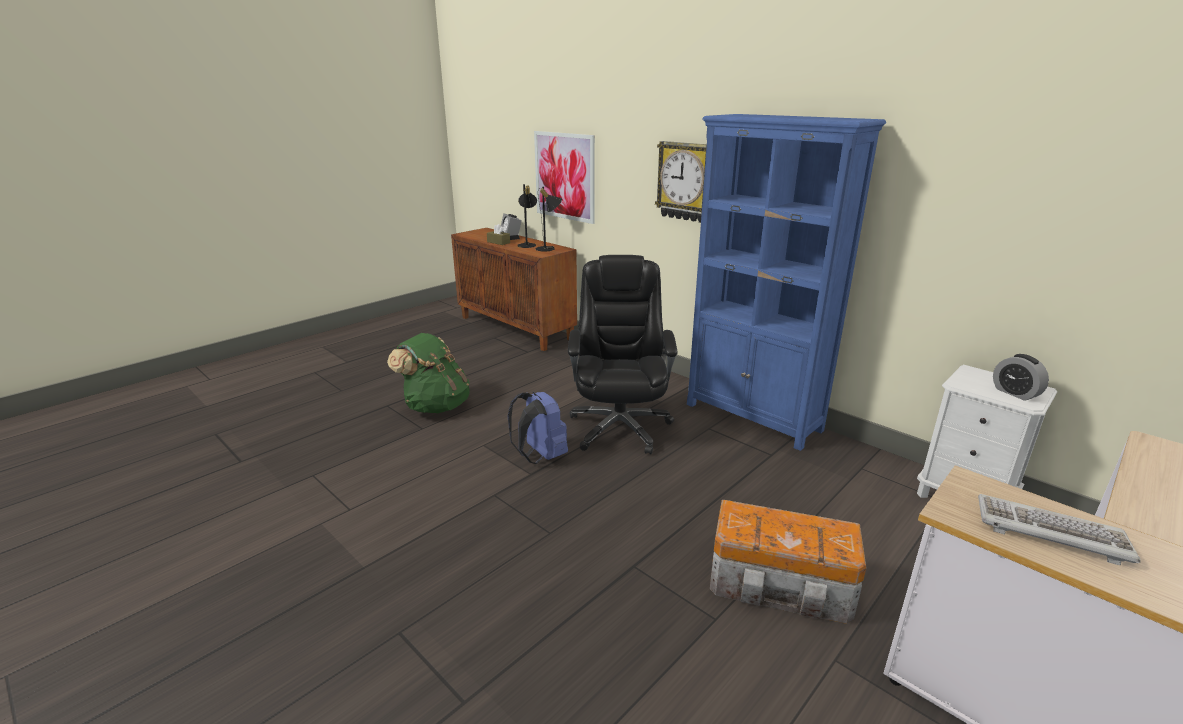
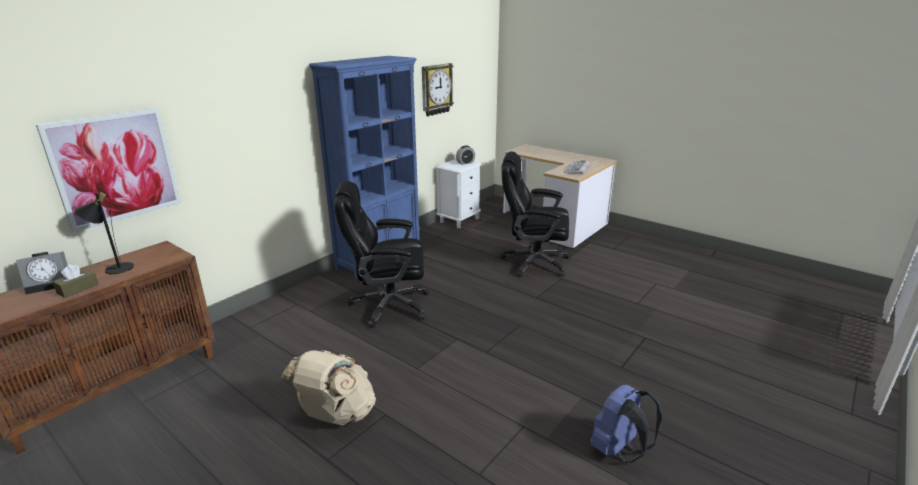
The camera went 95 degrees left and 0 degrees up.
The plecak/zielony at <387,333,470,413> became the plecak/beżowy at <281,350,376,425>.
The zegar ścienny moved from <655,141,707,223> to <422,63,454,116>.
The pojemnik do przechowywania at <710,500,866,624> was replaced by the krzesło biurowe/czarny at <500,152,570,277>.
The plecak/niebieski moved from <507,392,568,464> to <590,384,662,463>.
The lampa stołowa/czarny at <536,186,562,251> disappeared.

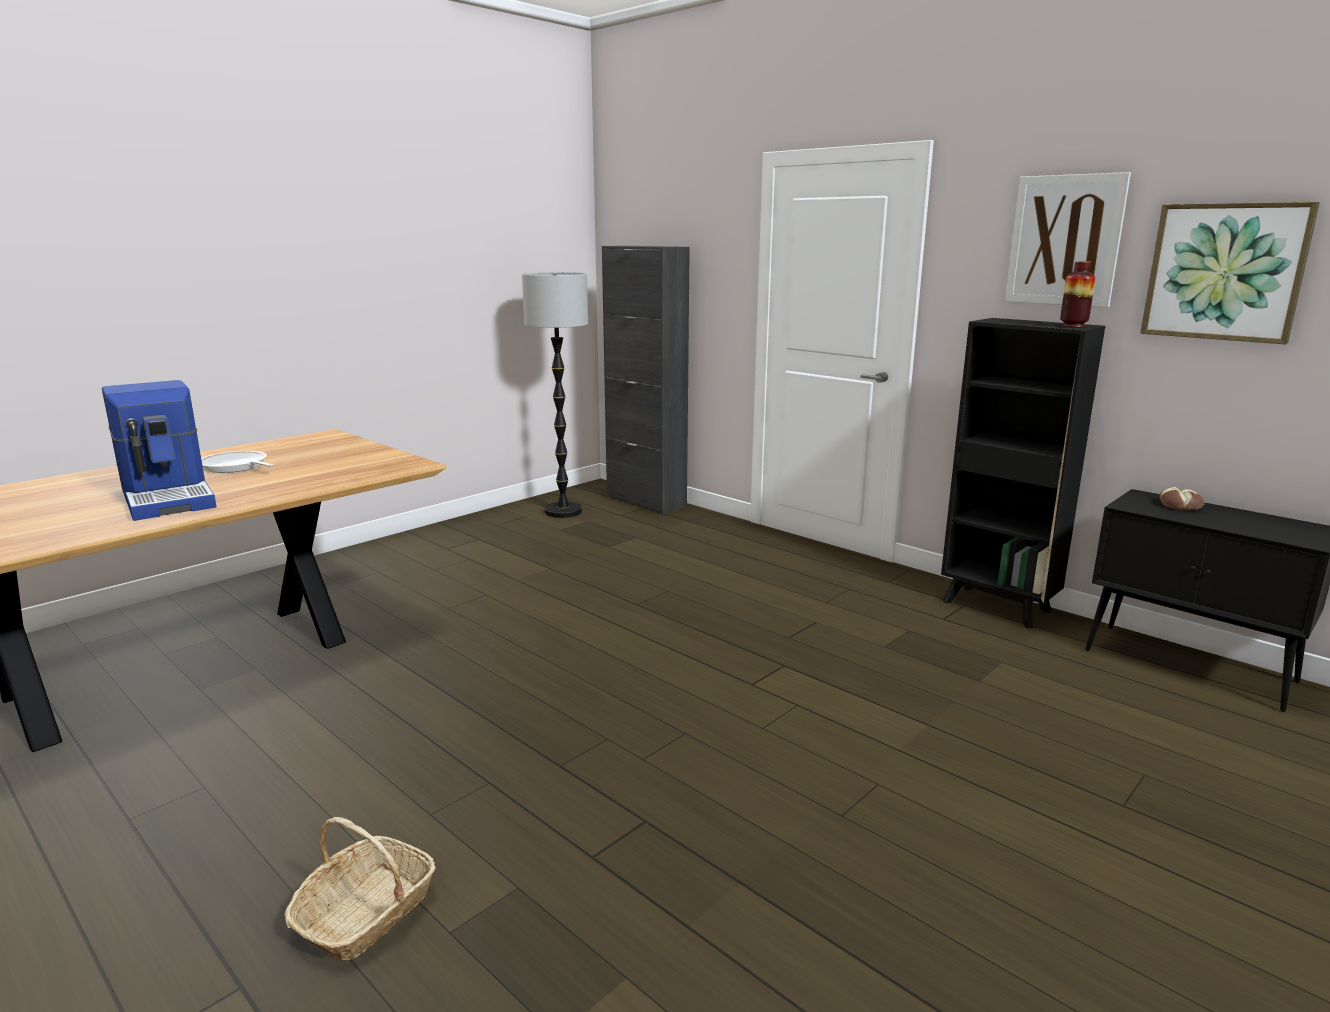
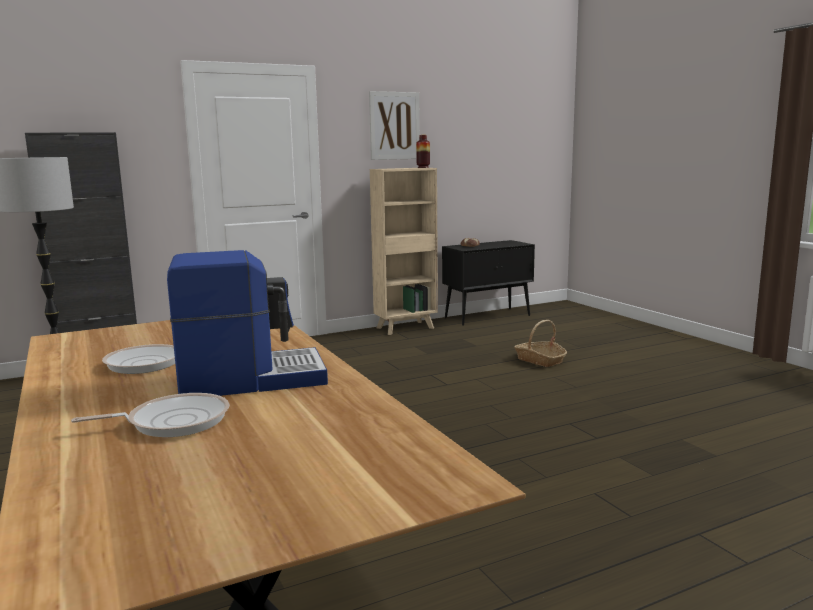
The camera went 70 degrees left and 5 degrees down.
The patelnia at <71,393,229,437> appeared.
The regał/czarny at <941,318,1105,628> became the regał/beżowy at <370,168,438,335>.
The koszyk moved from <285,817,436,960> to <514,320,567,367>.
The obraz at <1140,202,1320,344> disappeared.

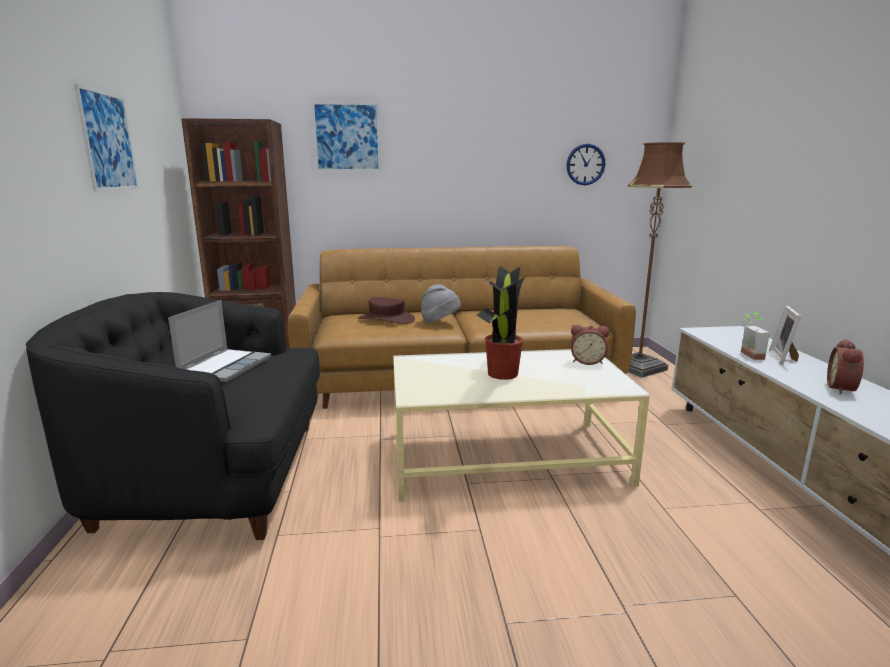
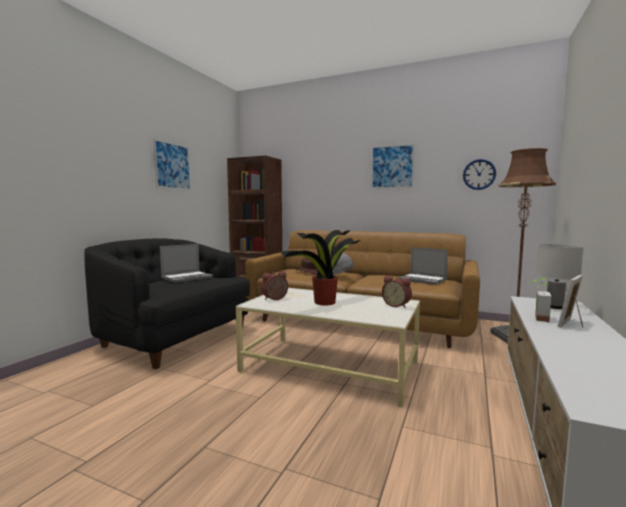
The camera went 30 degrees right and 10 degrees down.
The budzik moved from <827,339,864,394> to <261,271,288,300>.
The obraz moved from <312,102,381,171> to <371,143,415,189>.
The laptop at <398,247,448,285> appeared.
The lampa stołowa/biały at <535,244,584,309> appeared.

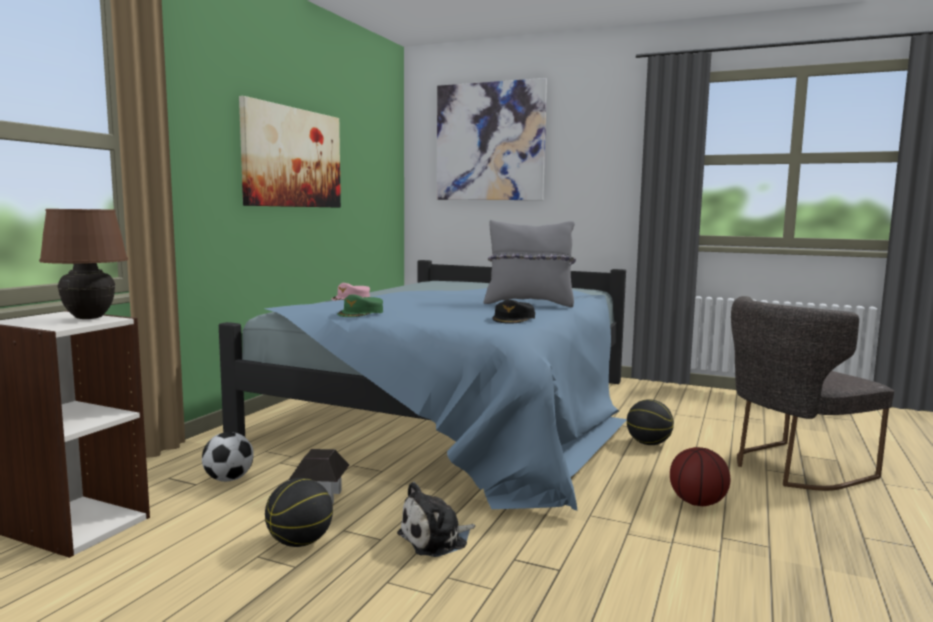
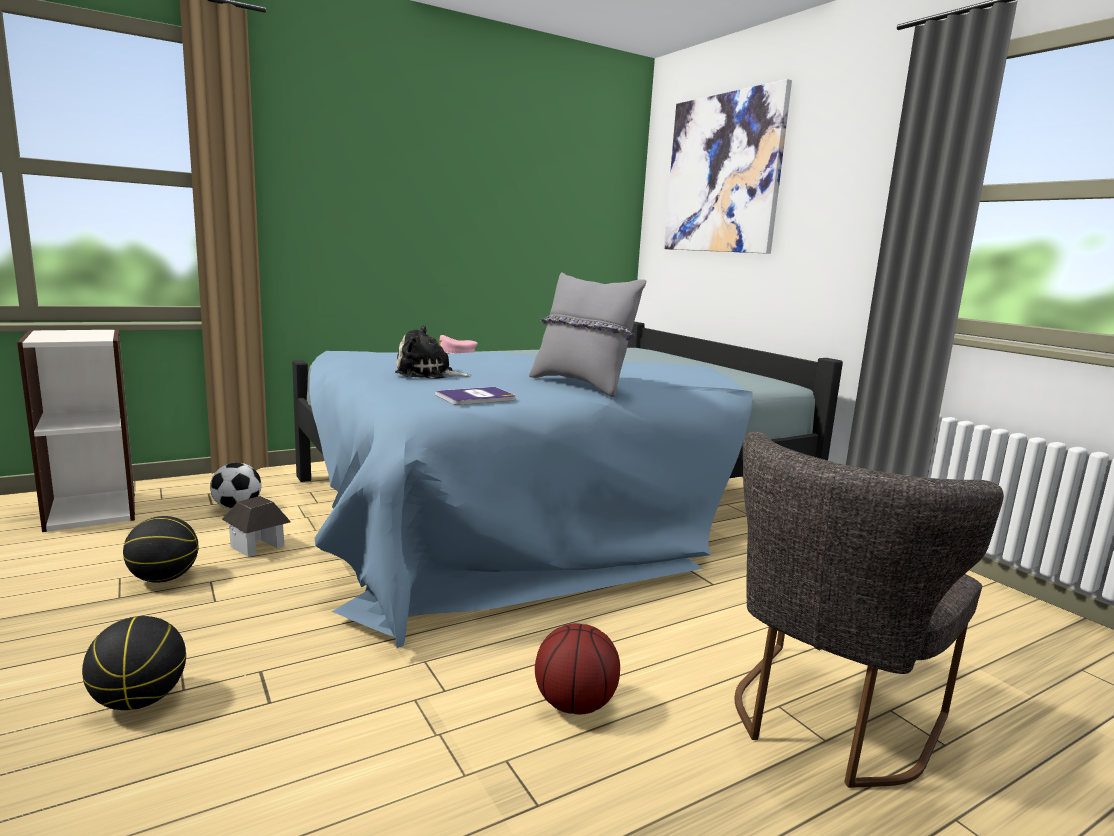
The camera went 35 degrees right and 5 degrees up.
The piłka do koszykówki moved from <627,399,674,445> to <82,616,186,710>.
The pluszak moved from <397,482,475,557> to <395,325,472,379>.
The czapka z daszkiem/czarny at <492,300,535,324> was replaced by the książka at <435,387,516,405>.
The krzesło/szary at <731,296,894,491> turned 60 degrees counterclockwise.
The lampa stołowa/brązowy at <39,209,128,319> disappeared.
The obraz at <239,96,341,208> disappeared.
The czapka z daszkiem/zielony at <337,294,383,317> disappeared.

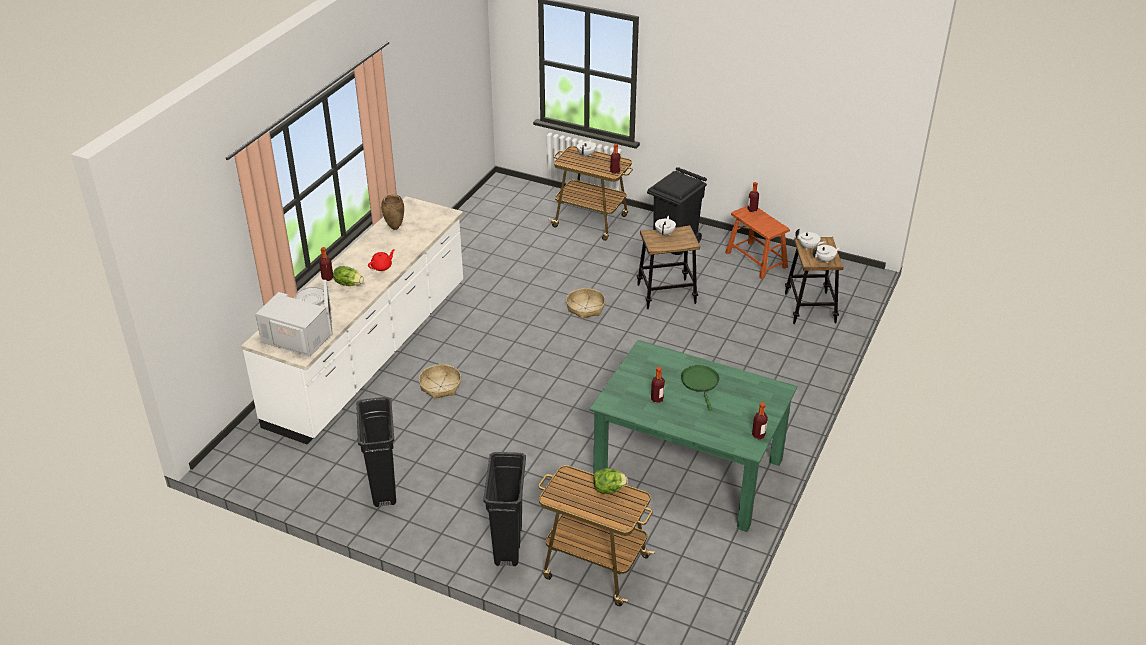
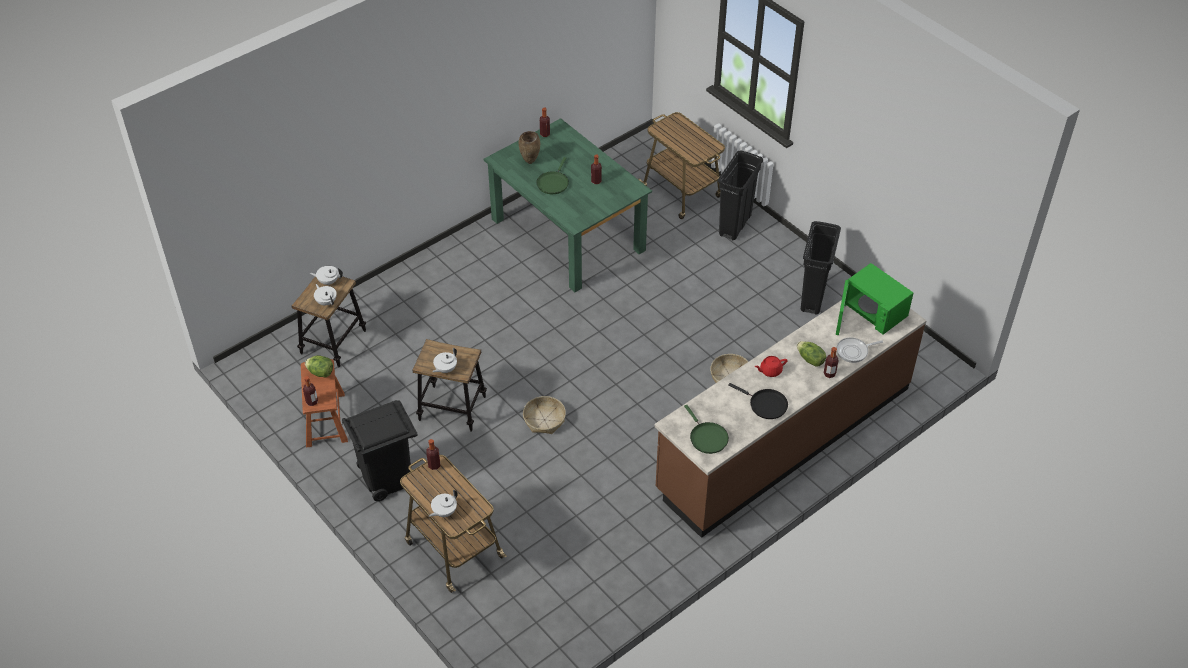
The camera went 155 degrees left and 10 degrees up.
The sałata moved from <594,468,628,494> to <305,355,333,378>.
The wazon/brązowy moved from <381,195,404,230> to <519,131,541,164>.
The zabudowa kuchenna/biały at <241,196,463,445> became the zabudowa kuchenna/brązowy at <654,300,927,538>.
The patelnia/zielony at <684,405,729,454> appeared.
The patelnia/czarny at <728,383,788,419> appeared.
The mikrofalówka/biały at <255,280,332,357> became the mikrofalówka/zielony at <836,263,913,335>.

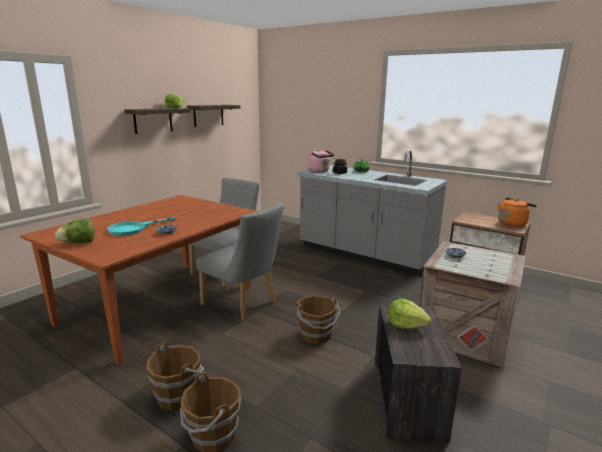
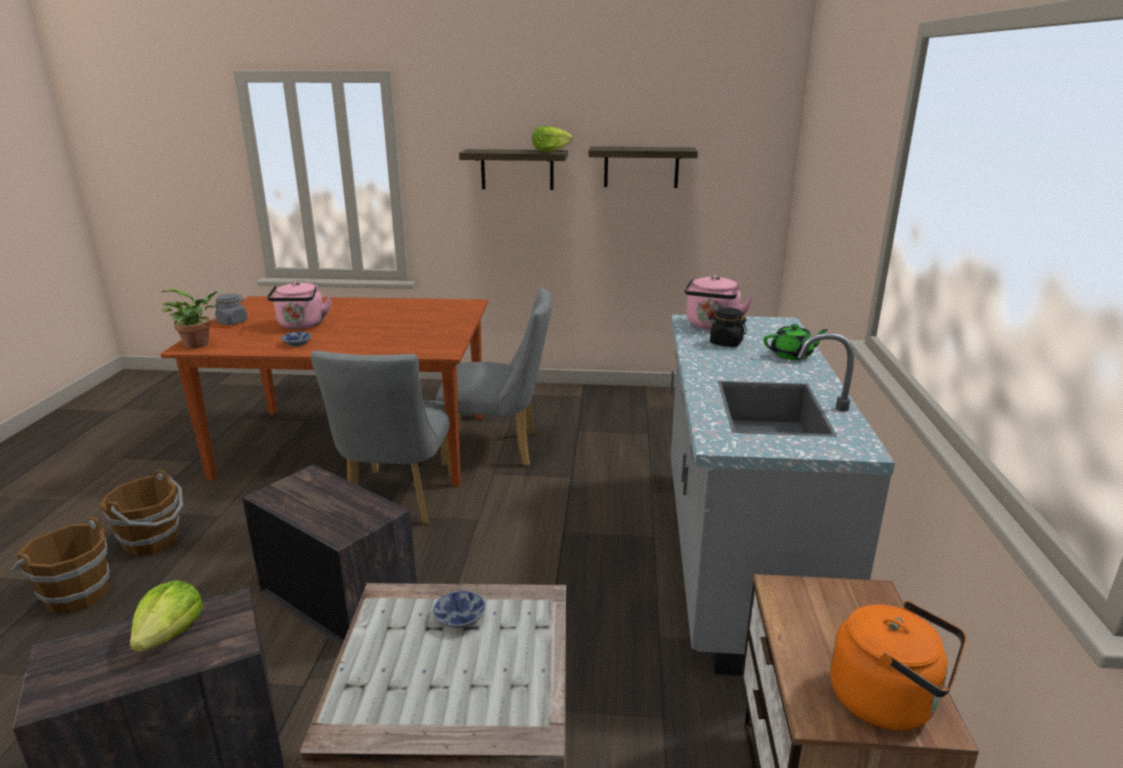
The camera went 60 degrees right and 5 degrees up.
The roślina doniczkowa at <161,289,222,349> appeared.
The sałata at <55,218,95,243> was replaced by the słoik/szary at <215,293,248,325>.
The wiadro/brązowy at <296,295,341,344> was replaced by the skrzynka at <242,464,417,647>.
The patelnia/turkusowy at <107,217,176,236> was replaced by the czajnik/różowy at <267,281,332,329>.

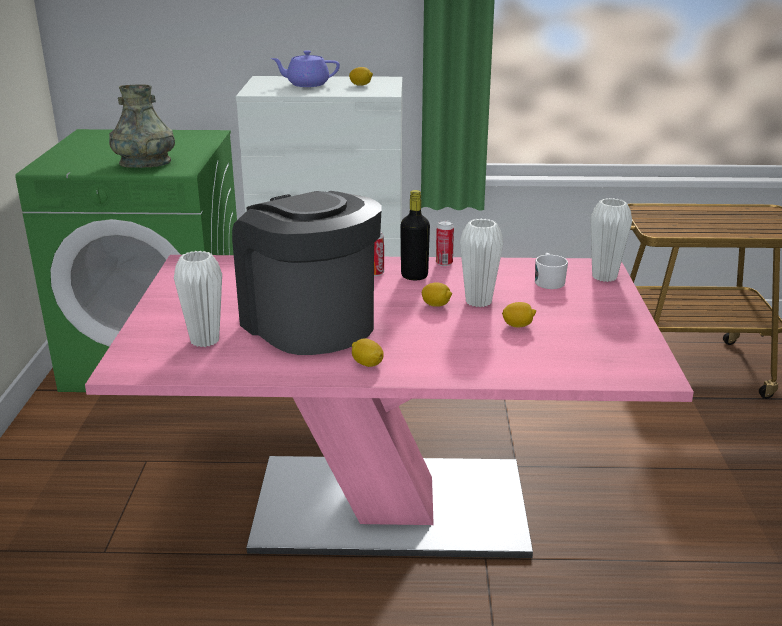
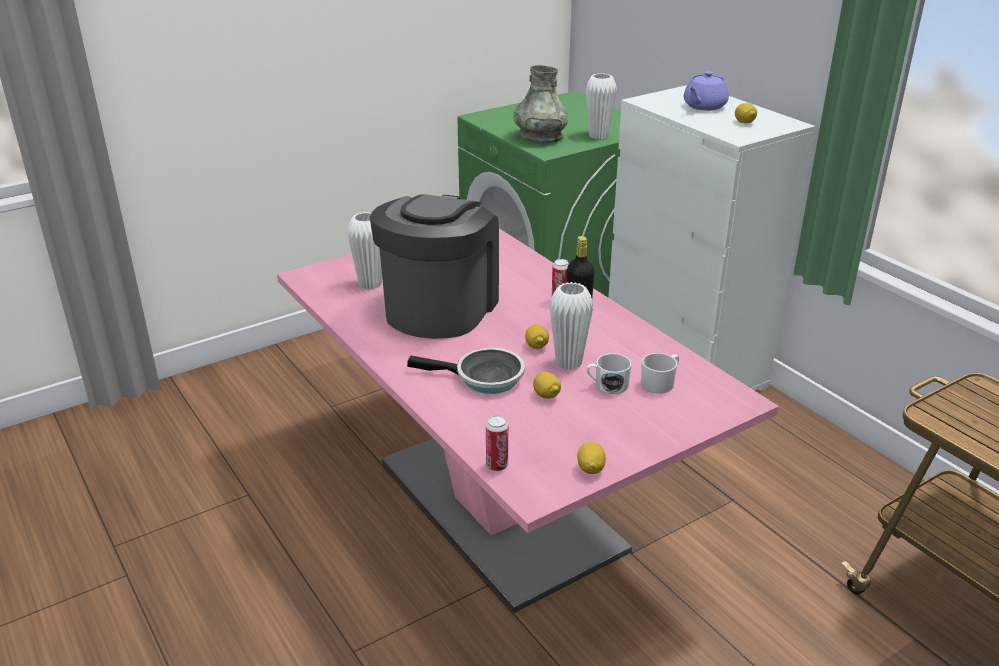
The camera went 55 degrees right and 5 degrees up.
The patelnia at <407,348,525,394> appeared.
The puszka moved from <436,221,454,266> to <486,415,508,471>.
The cytryna moved from <352,338,384,367> to <577,442,606,474>.
The wazon/biały moved from <590,198,632,282> to <586,73,617,139>.
The kubek/biały at <587,353,632,394> appeared.
The imbryk/fioletowy at <271,50,340,87> turned 105 degrees counterclockwise.

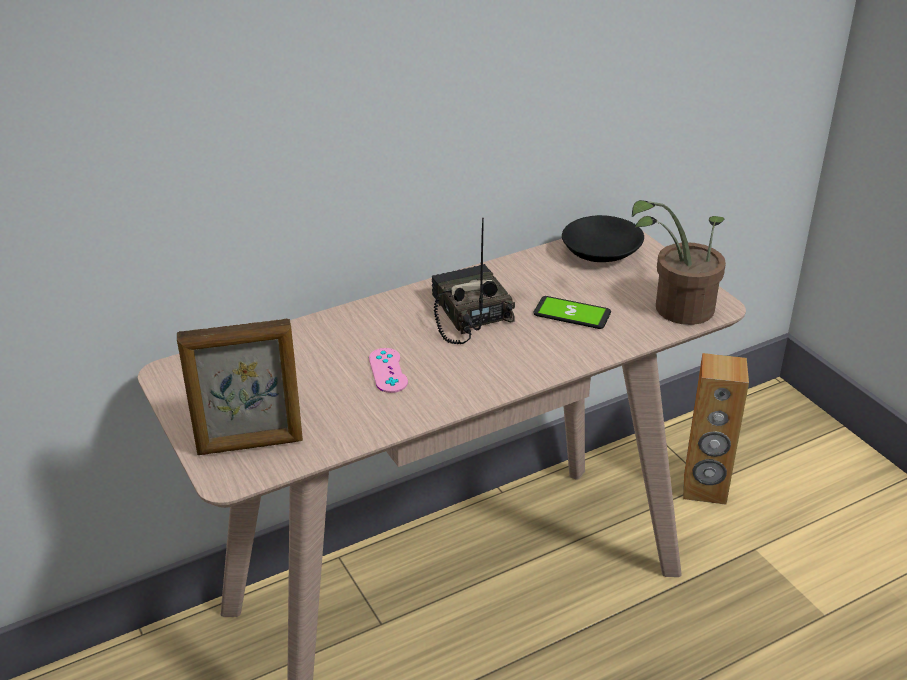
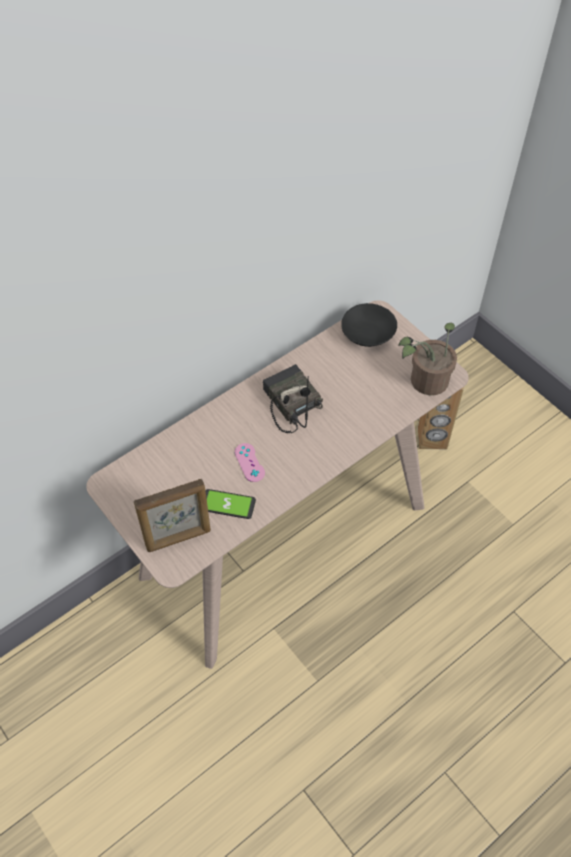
The camera went 10 degrees left and 20 degrees up.
The telefon moved from <533,296,611,329> to <206,489,256,519>.

